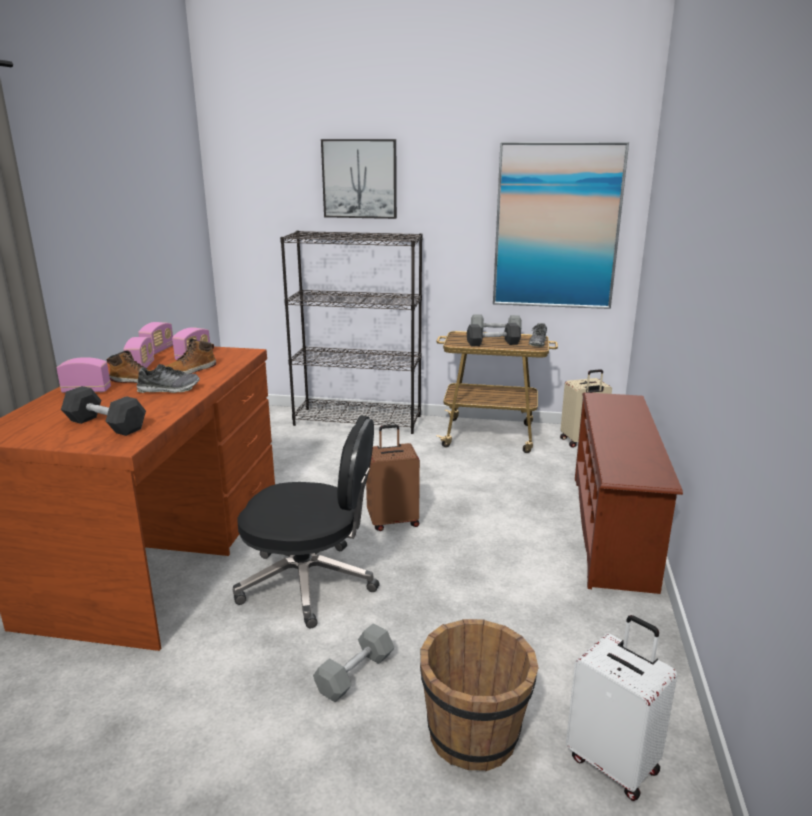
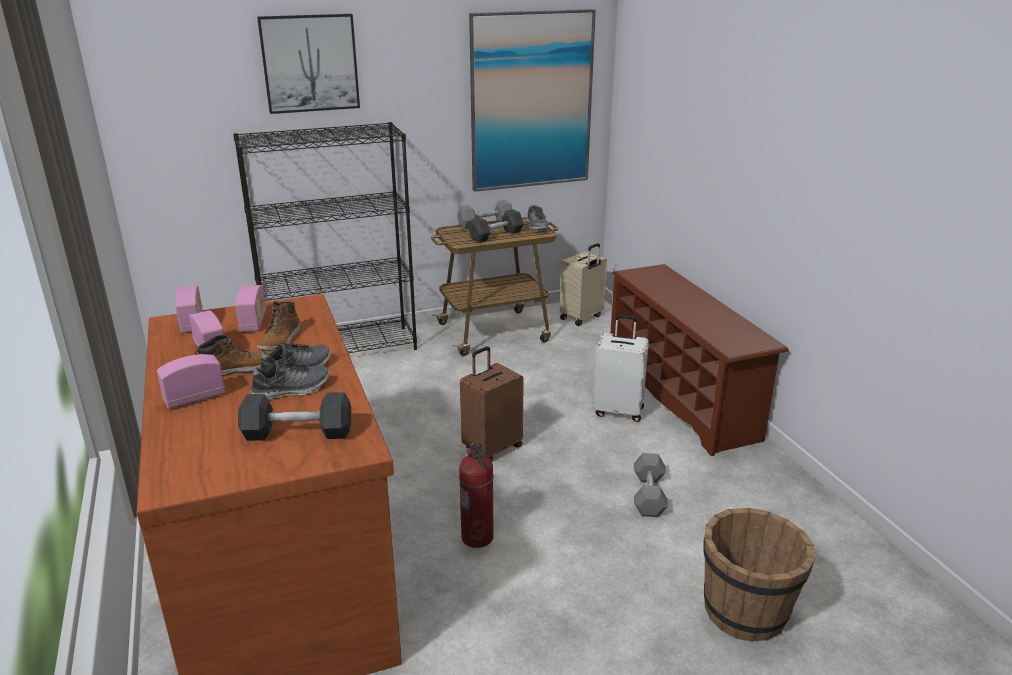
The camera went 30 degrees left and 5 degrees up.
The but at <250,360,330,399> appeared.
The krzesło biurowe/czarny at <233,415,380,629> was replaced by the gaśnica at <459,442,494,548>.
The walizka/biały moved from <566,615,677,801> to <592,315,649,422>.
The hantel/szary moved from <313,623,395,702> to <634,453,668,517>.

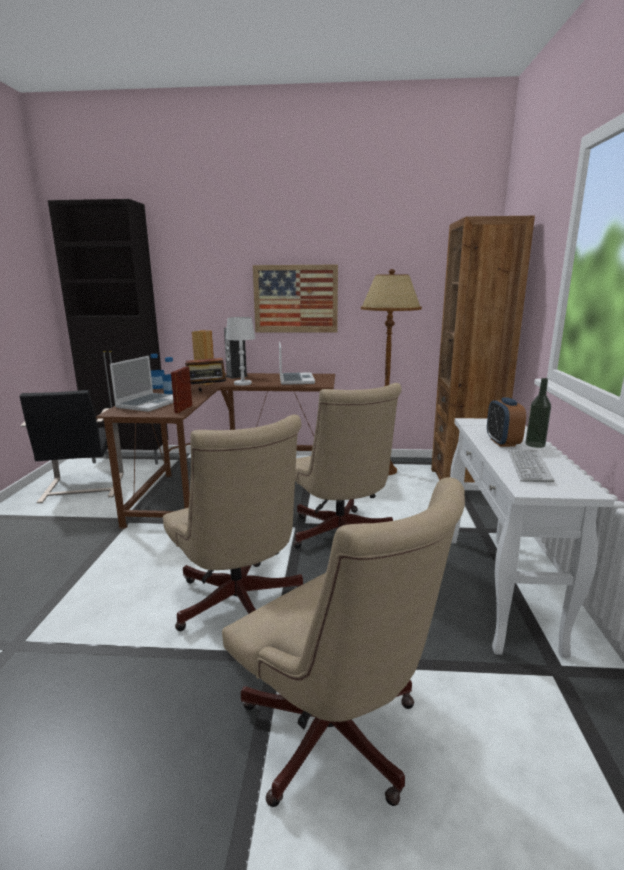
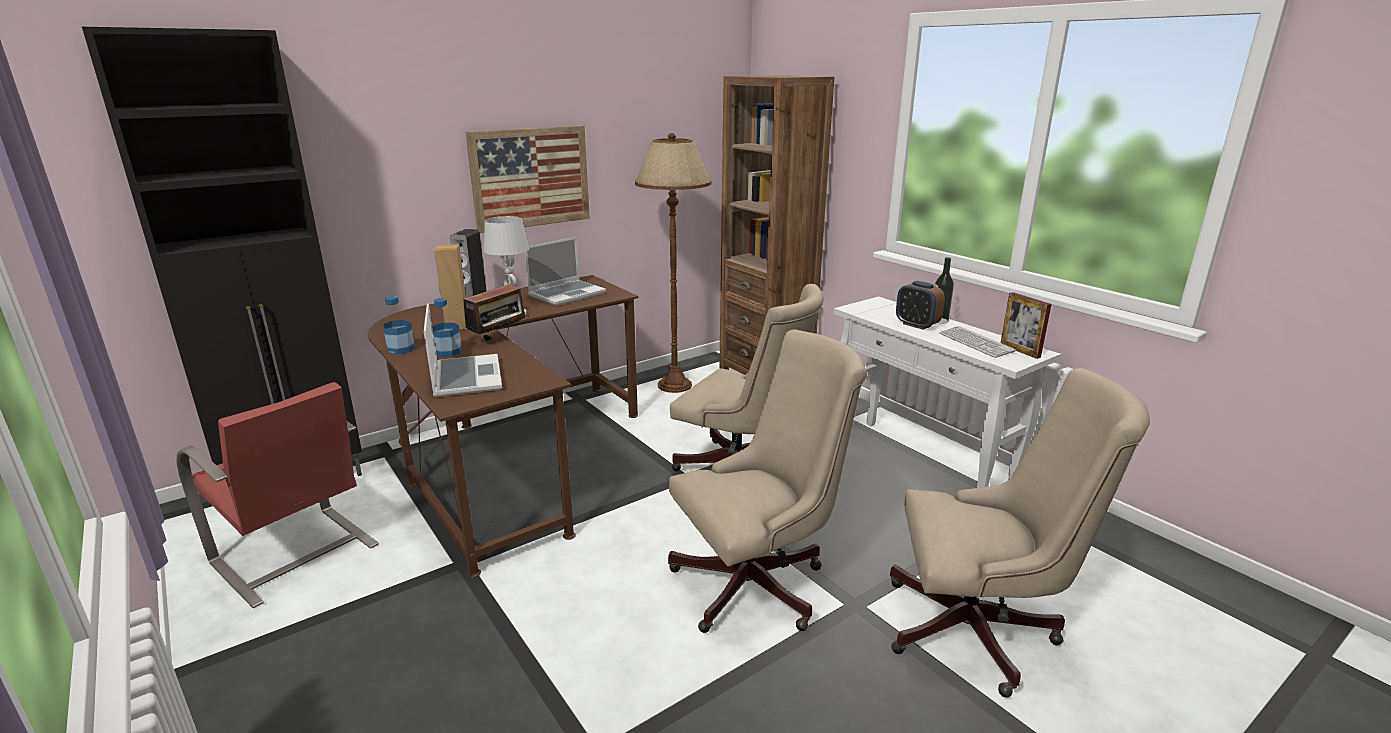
The camera went 40 degrees left and 5 degrees up.
The krzesło/czarny at <20,390,124,503> became the krzesło/czerwony at <176,382,379,608>.
The laptop at <279,342,315,385> turned 90 degrees clockwise.
The krzesło biurowe/beżowy at <163,414,303,631> turned 45 degrees counterclockwise.
The ramka na zdjęcie moved from <171,367,192,413> to <1001,292,1052,359>.

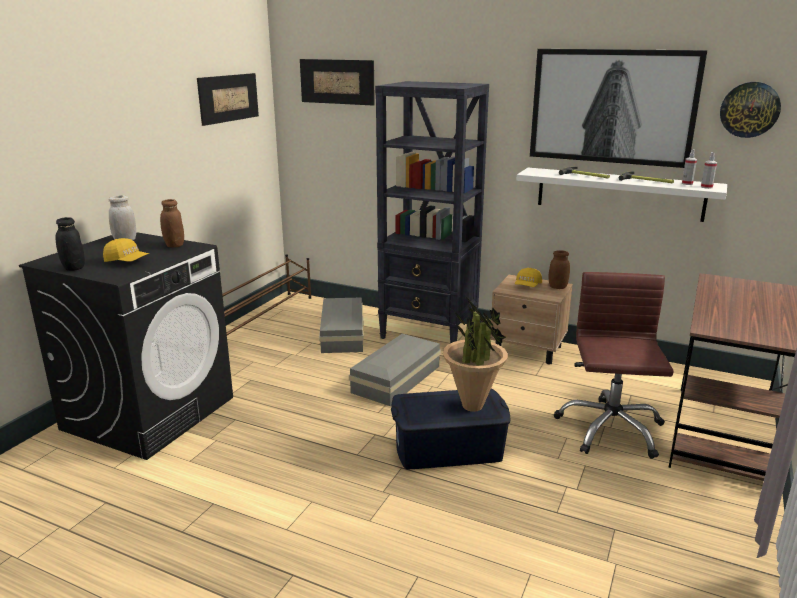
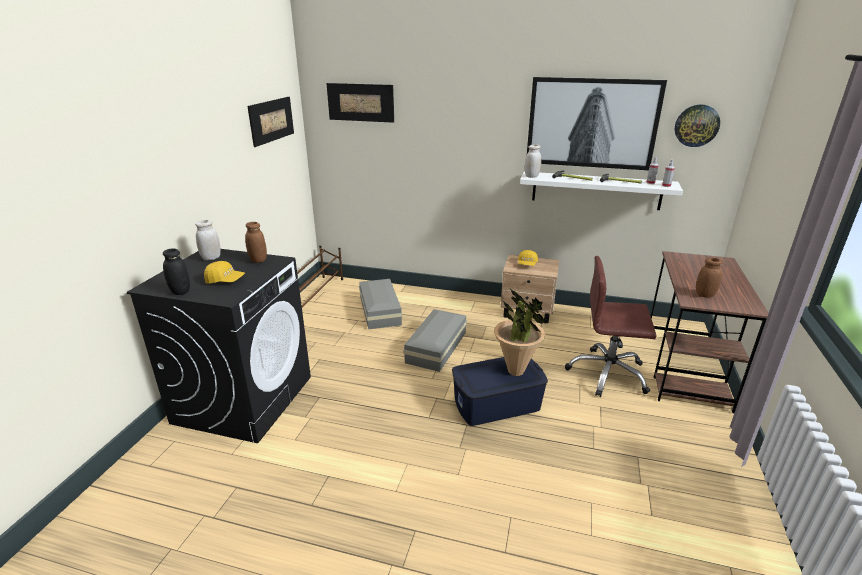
The camera went 10 degrees left and 5 degrees up.
The słoik/biały at <525,144,541,178> appeared.
The krzesło biurowe/brązowy at <554,272,674,459> turned 75 degrees counterclockwise.
The słoik/brązowy moved from <549,250,570,289> to <696,258,723,298>.
The regał/czarny at <375,81,489,343> disappeared.

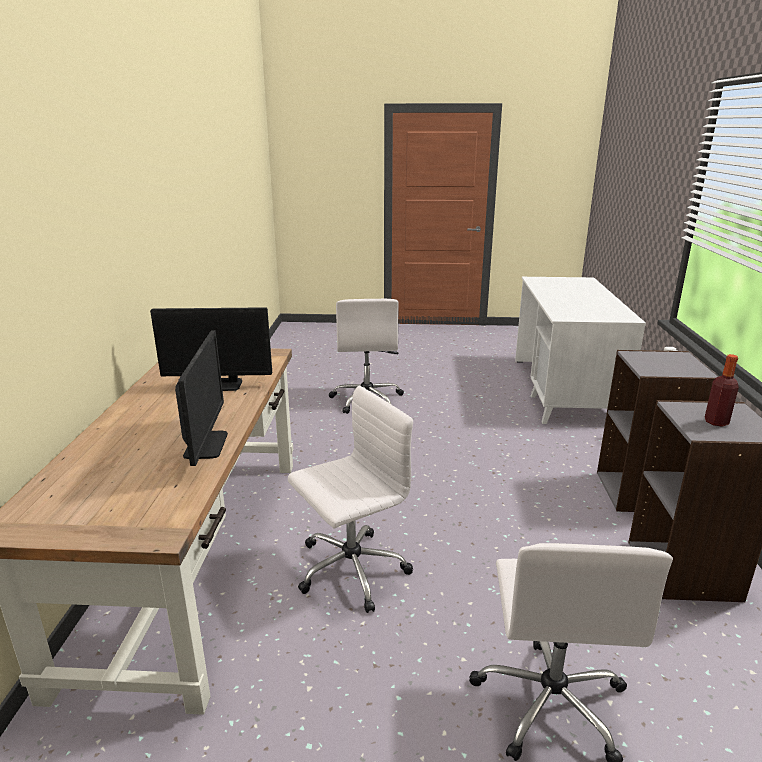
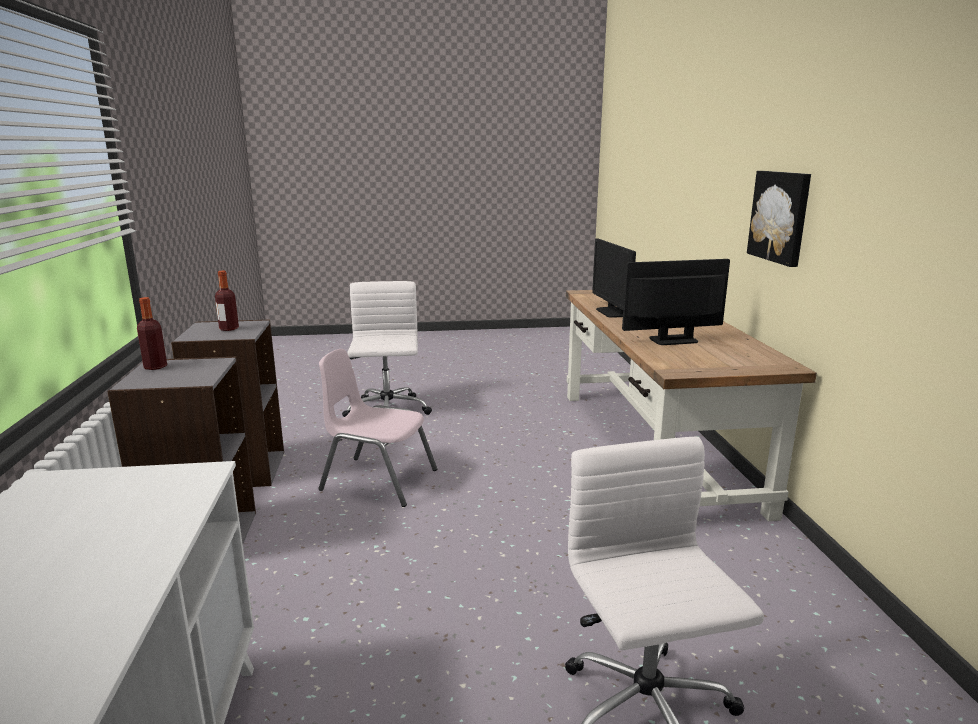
The camera went 170 degrees right and 5 degrees down.
The butelka at <137,297,167,370> appeared.
The krzesło/różowy at <318,349,437,507> appeared.
The obraz at <747,171,811,267> appeared.
The krzesło biurowe/biały at <288,386,413,613> disappeared.

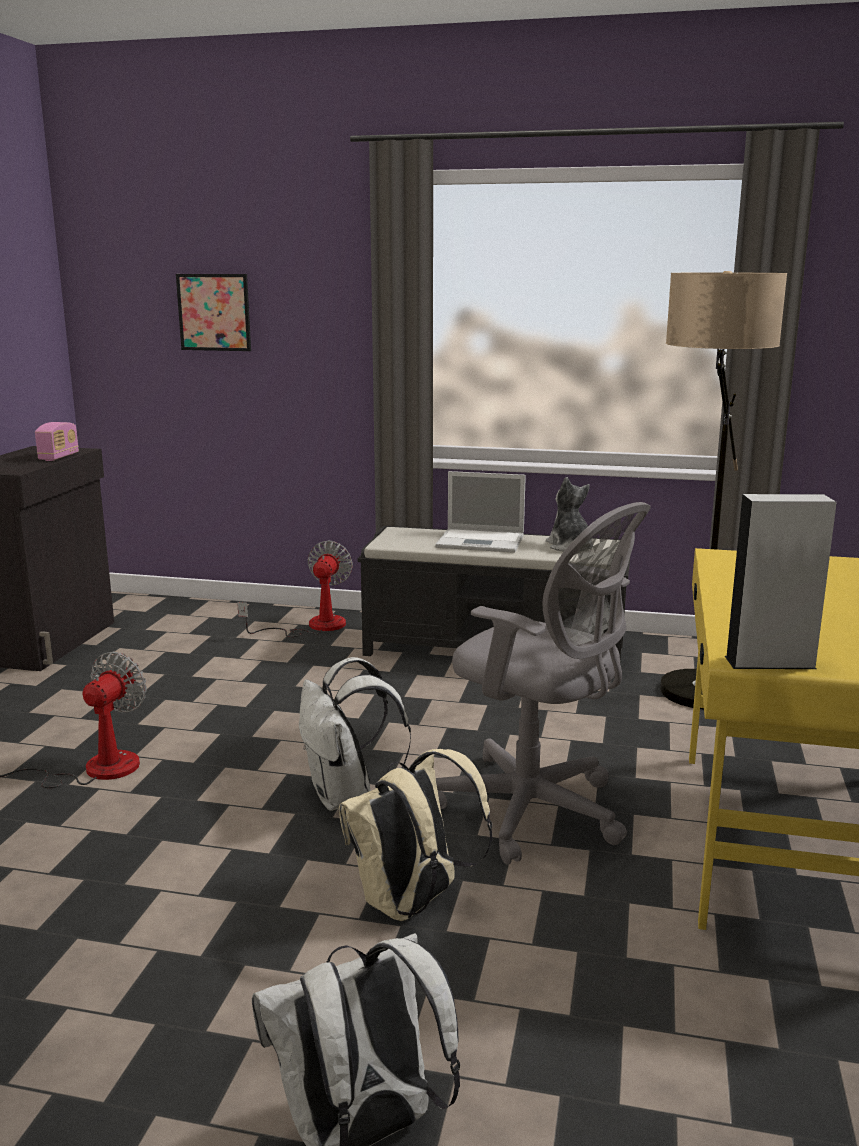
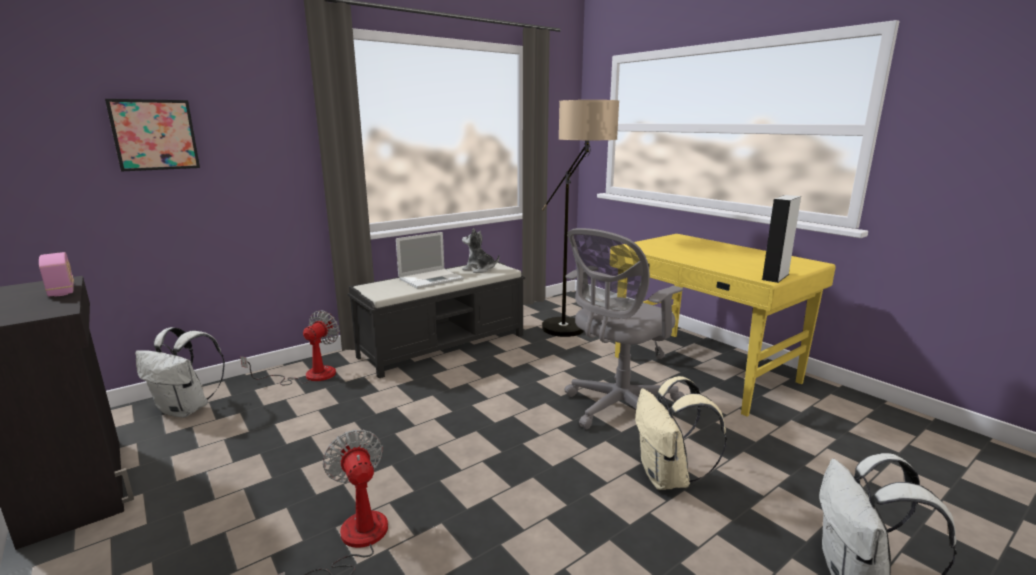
The camera went 50 degrees left and 0 degrees up.
The plecak/biały moved from <299,657,411,811> to <135,327,225,418>.
The wentylator at <237,541,353,637> turned 60 degrees clockwise.
The krzesło biurowe/szary at <436,502,651,865> turned 150 degrees clockwise.

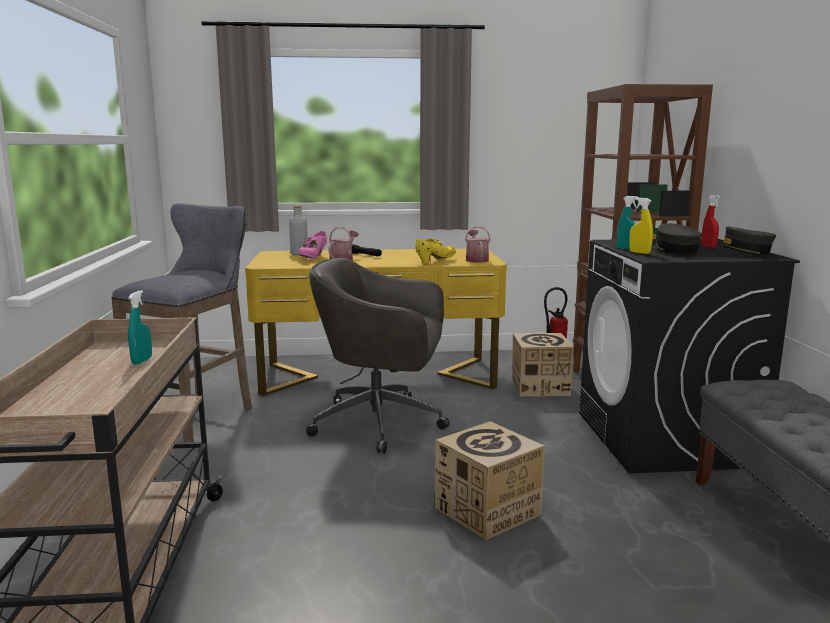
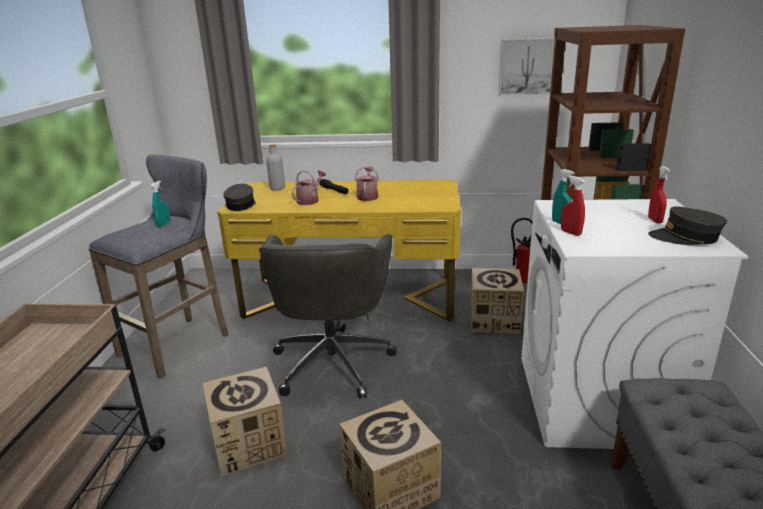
The camera went 10 degrees right and 10 degrees up.
The spryskiwacz/turkusowy moved from <128,290,152,365> to <150,181,170,227>.
The karton at <203,367,287,477> appeared.
The czapka z daszkiem/szary moved from <651,223,702,255> to <223,184,256,211>.
The krzesło biurowe/szary at <306,258,449,454> turned 105 degrees counterclockwise.
The konewka moved from <465,227,491,263> to <355,166,379,201>.
The obraz at <499,38,555,96> appeared.
The pralka/czarny at <579,239,800,473> became the pralka/biały at <521,199,749,449>.
The spryskiwacz/żółty at <629,197,653,254> became the spryskiwacz/czerwony at <561,175,585,236>.
The but/różowy at <298,231,327,259> disappeared.
The but/żółty at <415,238,456,264> disappeared.

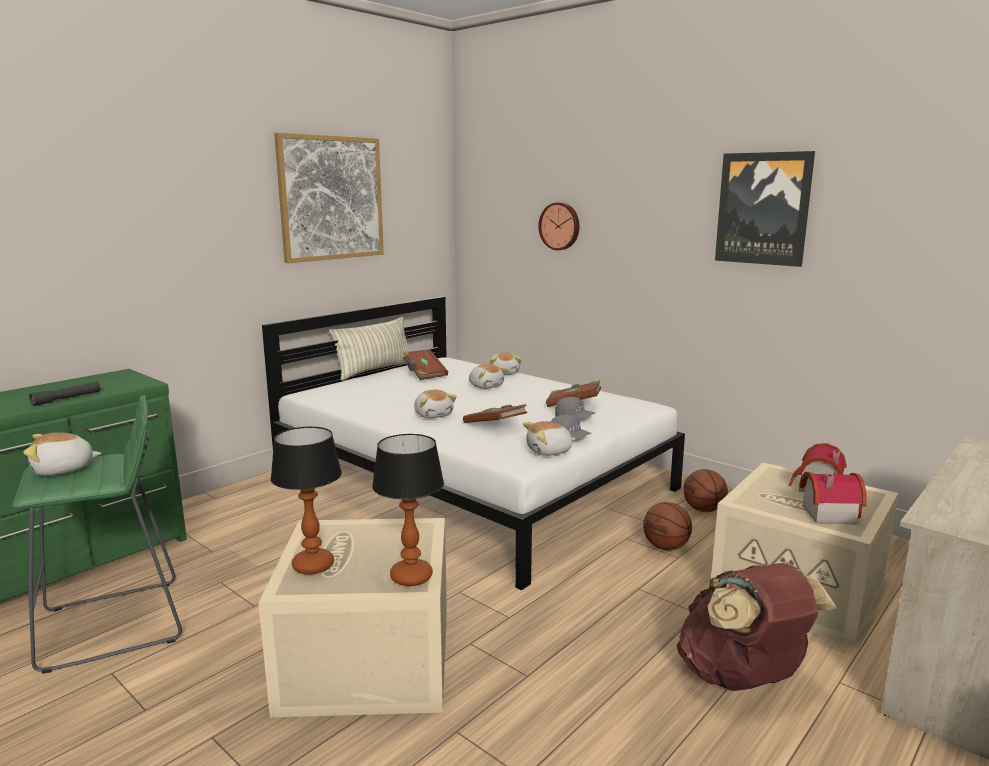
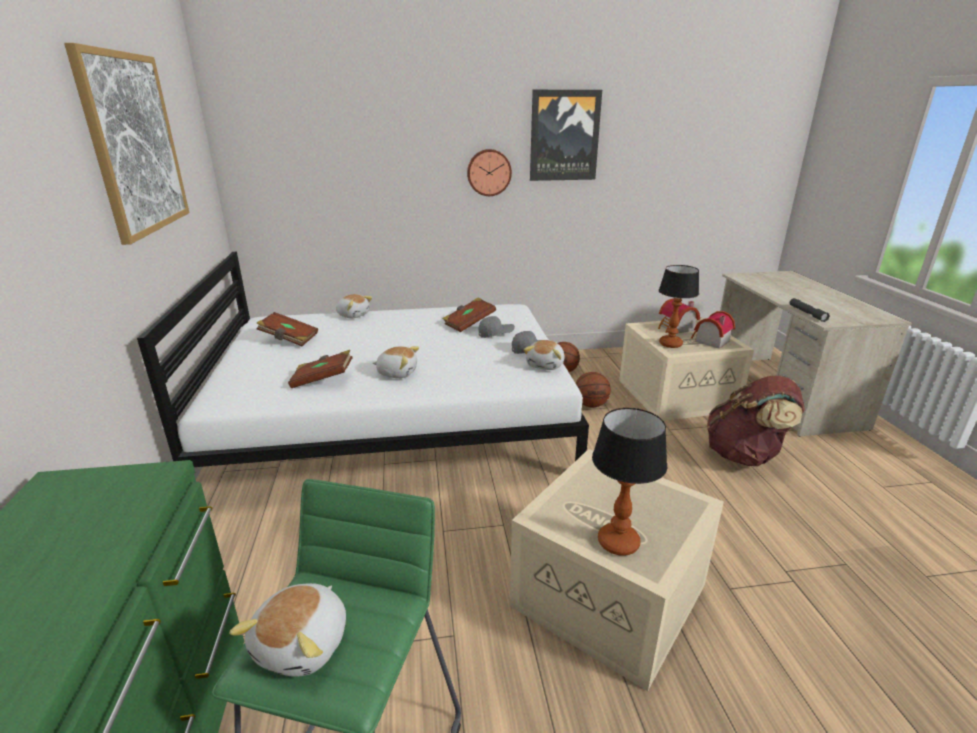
The camera went 50 degrees left and 10 degrees up.
The książka/brązowy moved from <463,404,527,423> to <288,350,353,388>.
The zegar ścienny moved from <539,202,579,250> to <467,149,512,196>.
The lampa stołowa moved from <372,434,444,586> to <659,265,699,348>.
The latarka/szary moved from <29,382,101,406> to <790,298,830,322>.
The poduszka at <329,317,411,381> disappeared.
The pluszak at <469,364,508,389> disappeared.

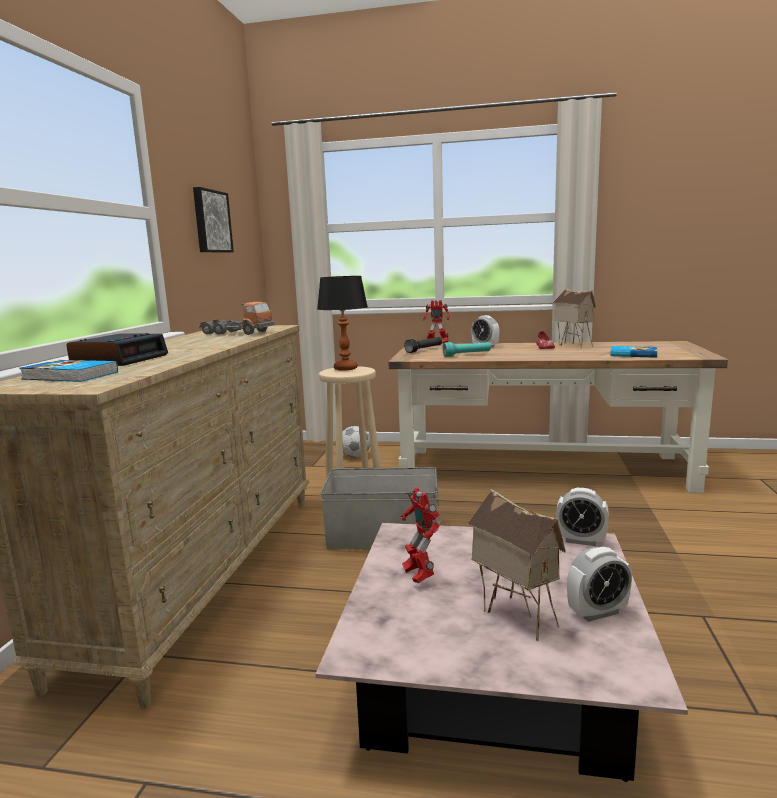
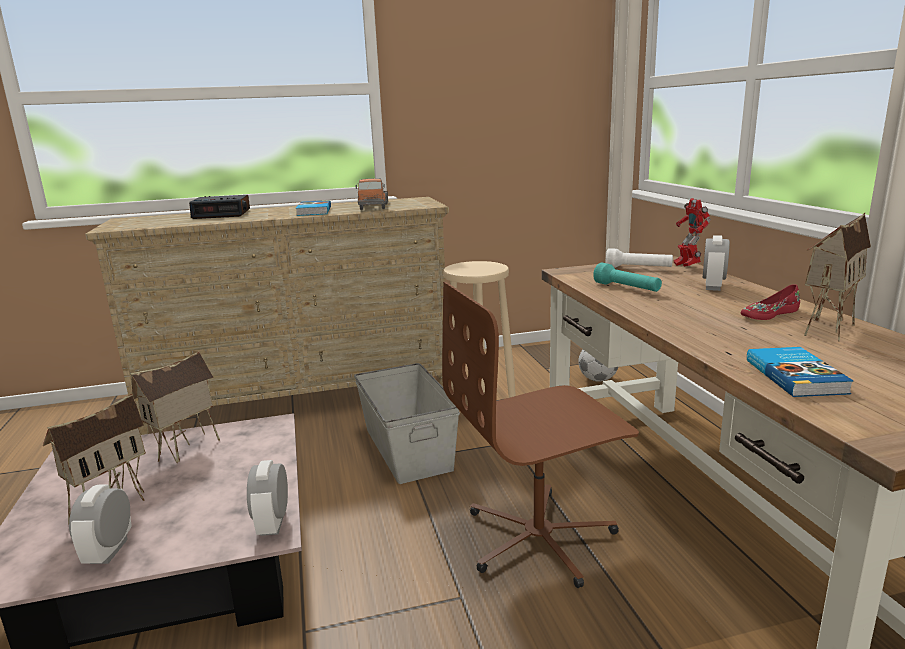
The camera went 65 degrees right and 5 degrees up.
The budzik at <567,547,632,622> turned 45 degrees clockwise.
The robot zabawkowy at <401,487,441,583> was replaced by the domek at <130,351,220,464>.
The książka moved from <19,360,118,382> to <296,200,331,216>.
The krzesło biurowe/brązowy at <442,282,639,588> appeared.
The latarka/czarny at <404,337,442,353> became the latarka/biały at <606,248,673,268>.
The obraz at <193,187,234,253> disappeared.
The lampa stołowa at <317,276,368,371> disappeared.

